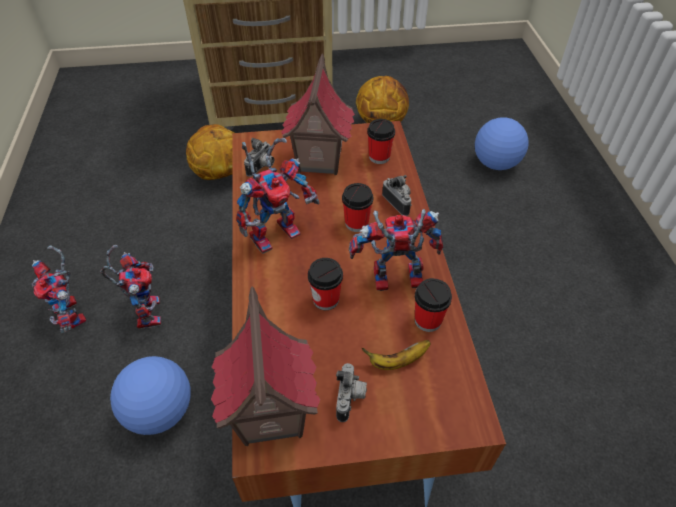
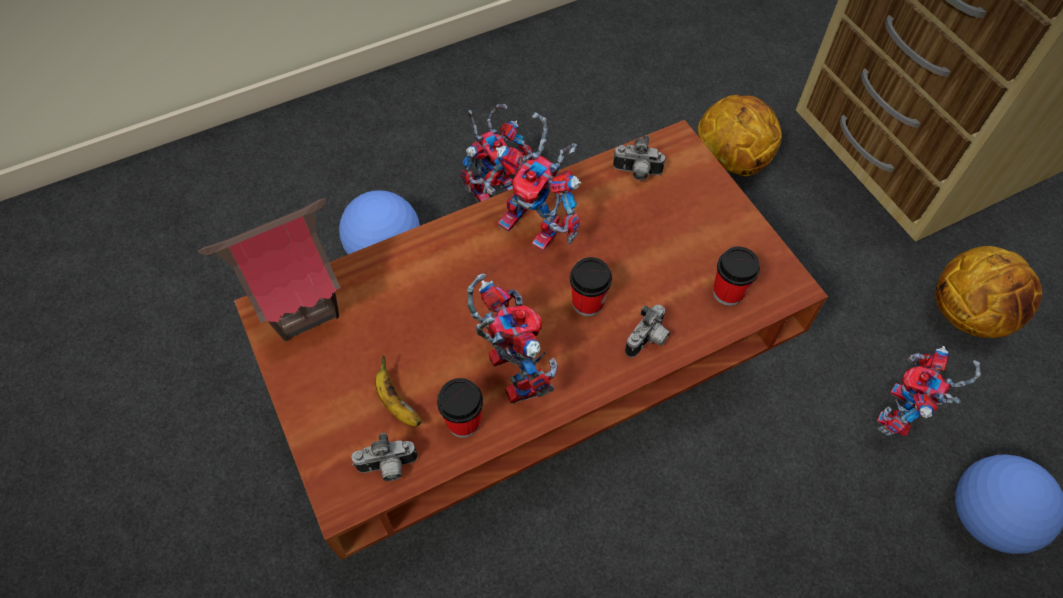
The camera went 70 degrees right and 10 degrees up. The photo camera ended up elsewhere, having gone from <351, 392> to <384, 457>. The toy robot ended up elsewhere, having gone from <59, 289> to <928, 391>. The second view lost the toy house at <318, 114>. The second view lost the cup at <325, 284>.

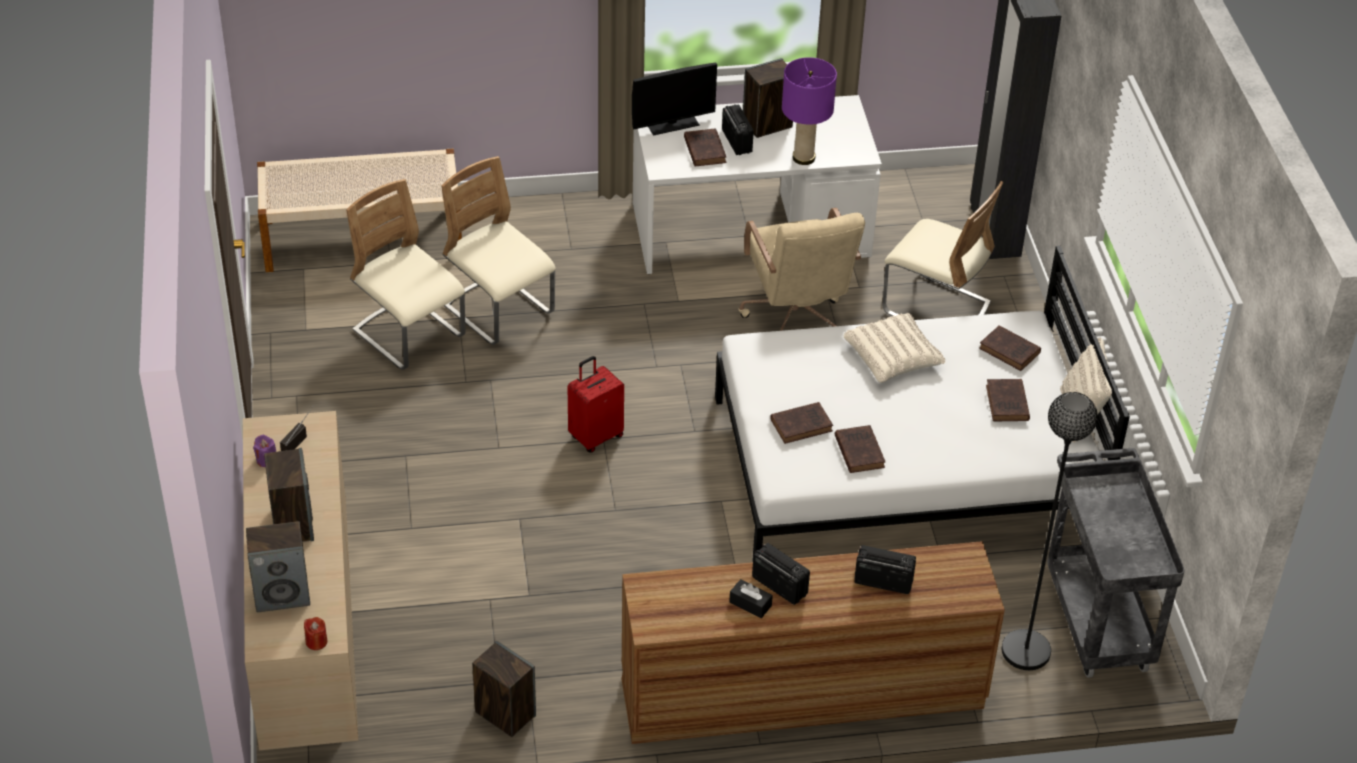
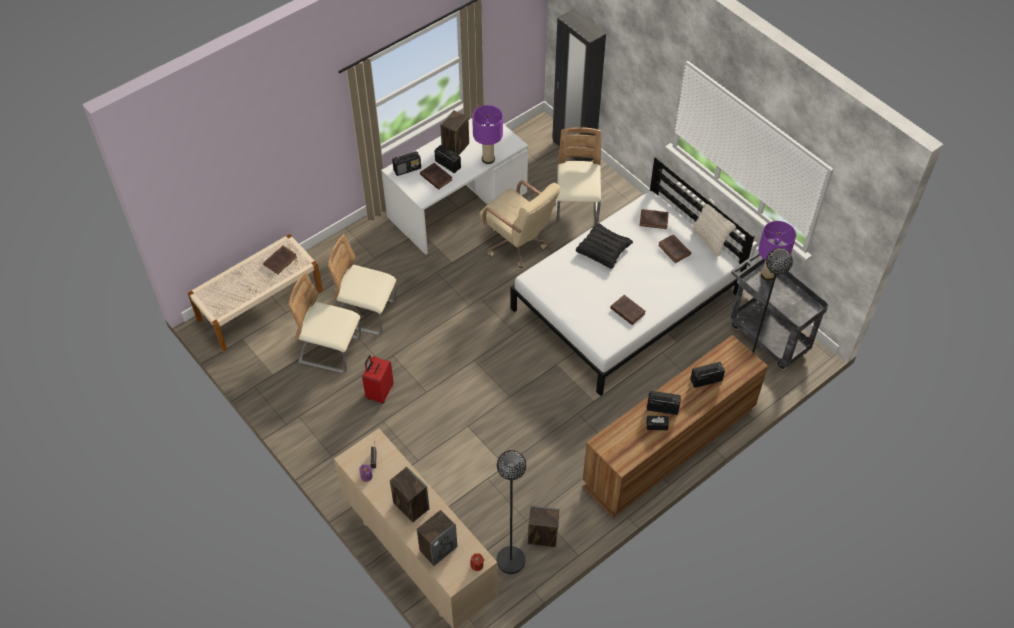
The camera went 30 degrees left and 10 degrees up. The book (brown) ended up elsewhere, having gone from <802, 423> to <280, 260>. The suitcase (red) ended up elsewhere, having gone from <595, 404> to <378, 379>. Where the monitor stood at <674, 99>, the radio came to stand at <406, 163>. The second view gained the floor lamp (black) at <511, 512>. The chair (beige) at <942, 248> ended up facing another way, 90 degrees counterclockwise from before. What was the pillow (beige) at <895, 348> turned into the pillow (black) at <604, 246>. The second view gained the table lamp (purple) at <777, 251>.

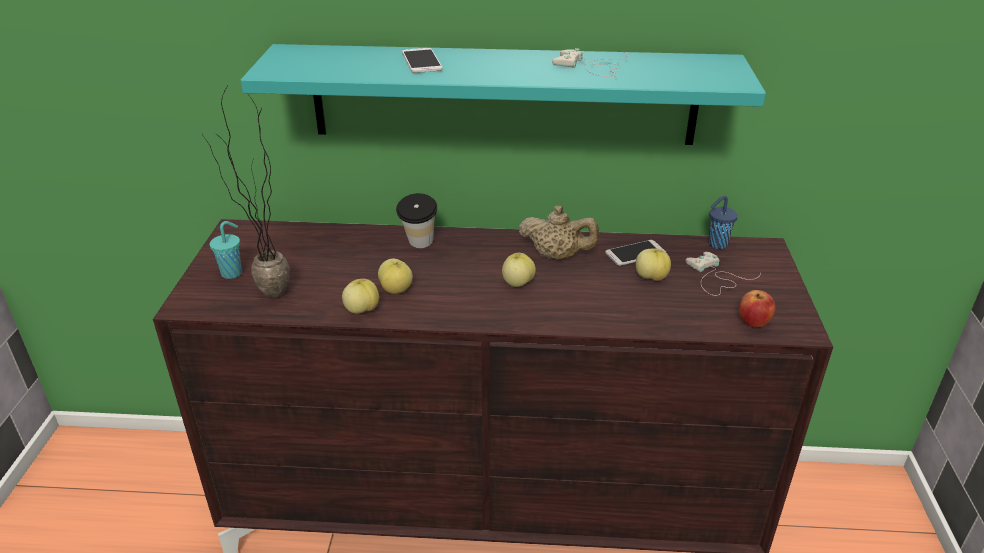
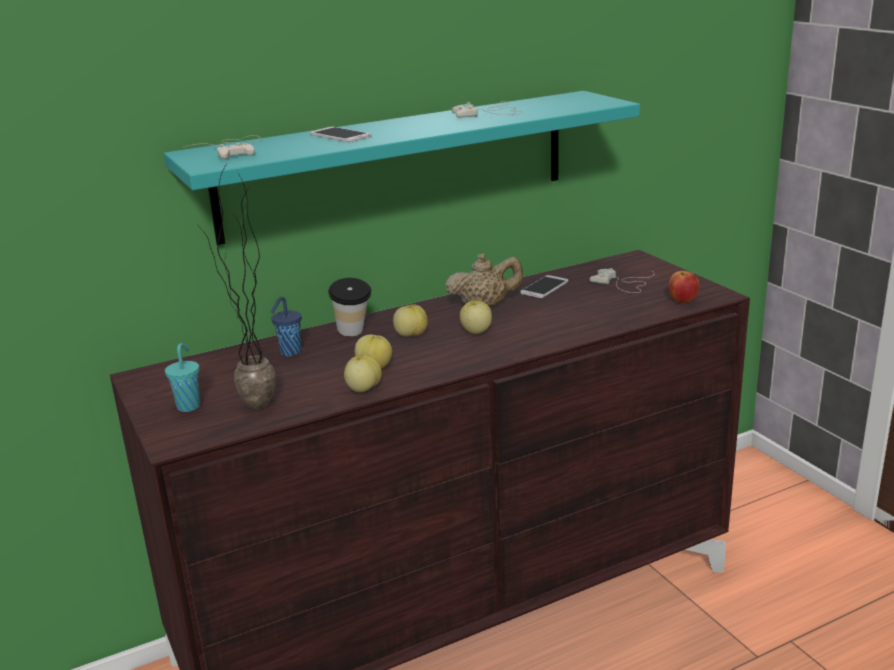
The camera went 30 degrees left and 10 degrees down. The second view gained the game controller (white) at <221, 147>. The cup (blue) ended up elsewhere, having gone from <723, 222> to <286, 326>. The apple ended up elsewhere, having gone from <653, 264> to <410, 320>.

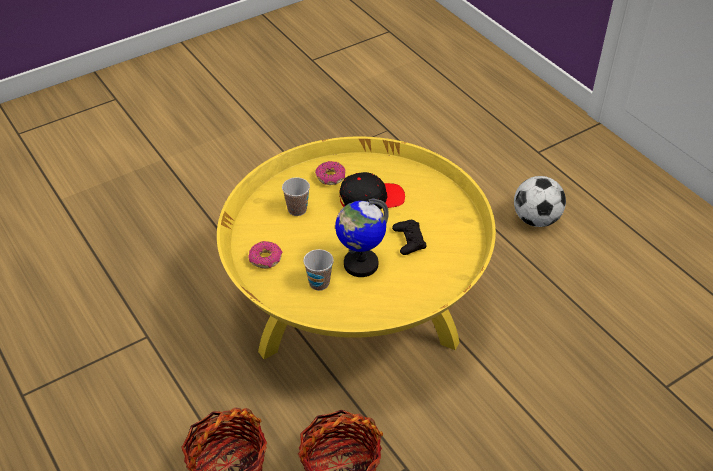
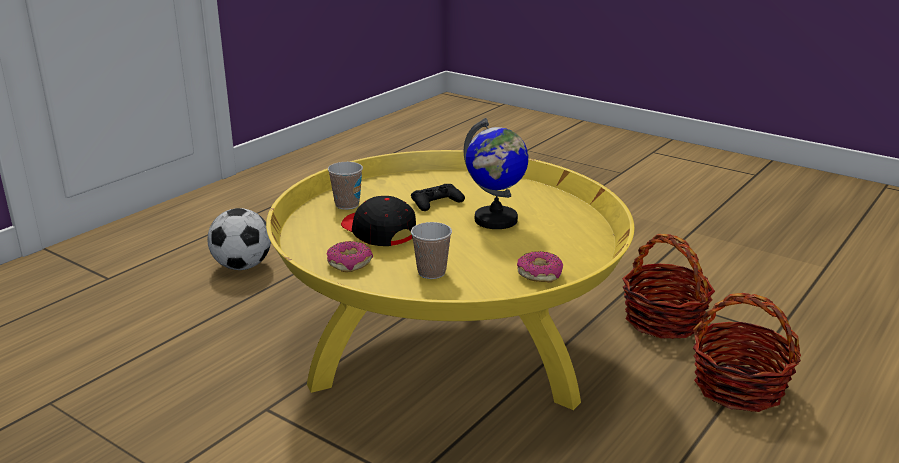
The camera went 110 degrees left and 20 degrees down. The cup ended up elsewhere, having gone from <318, 270> to <345, 186>.

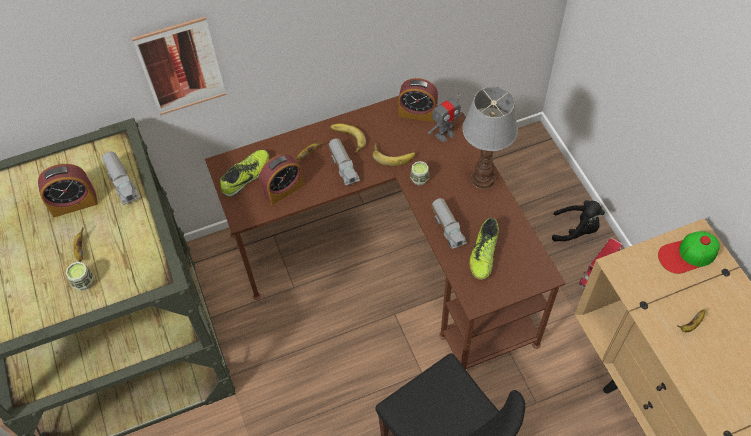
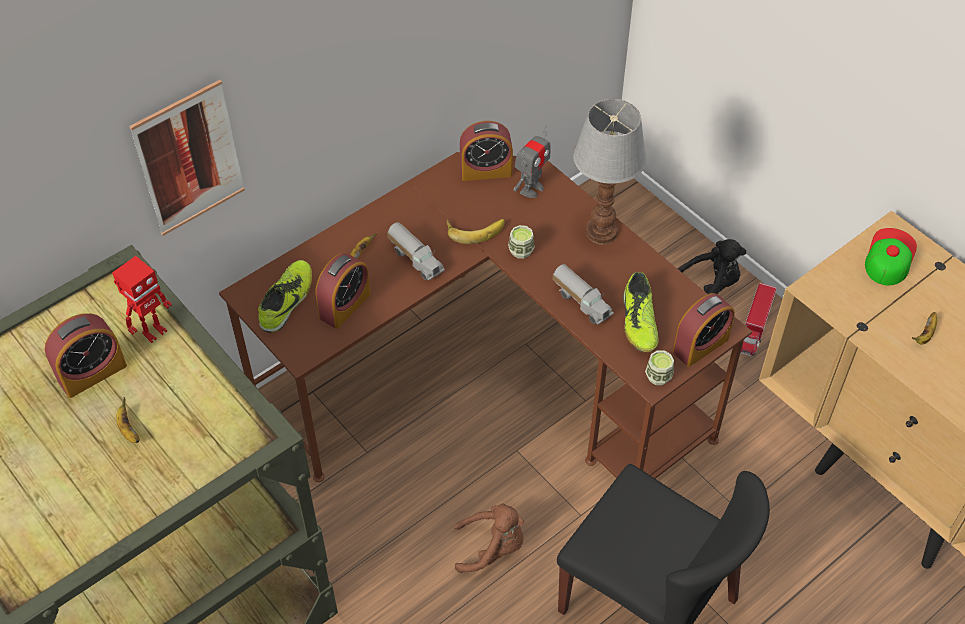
The camera went 20 degrees left and 5 degrees down. Where the toy truck stood at <121, 178>, the toy robot came to stand at <142, 299>. The second view gained the plush toy (brown) at <489, 538>. The cup ended up elsewhere, having gone from <80, 276> to <659, 368>. The second view gained the alarm clock at <704, 330>. The cap at <689, 252> ended up facing another way, 150 degrees clockwise from before. The second view lost the banana at <348, 139>.

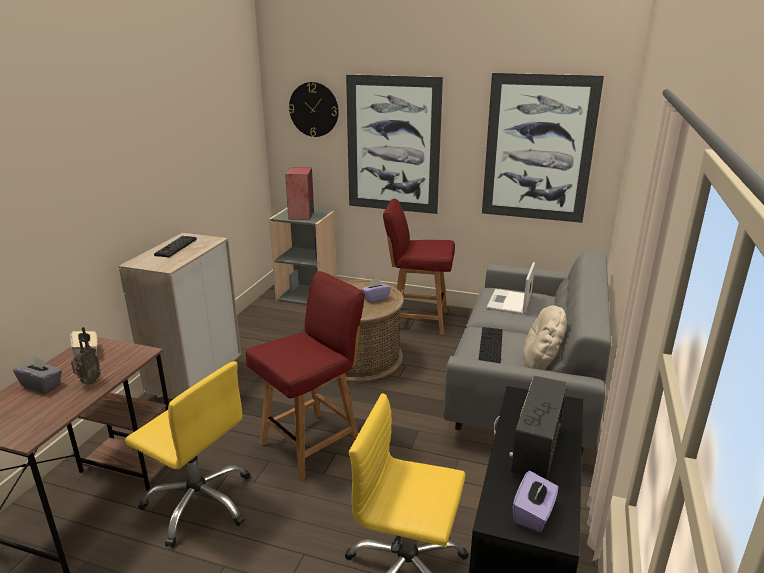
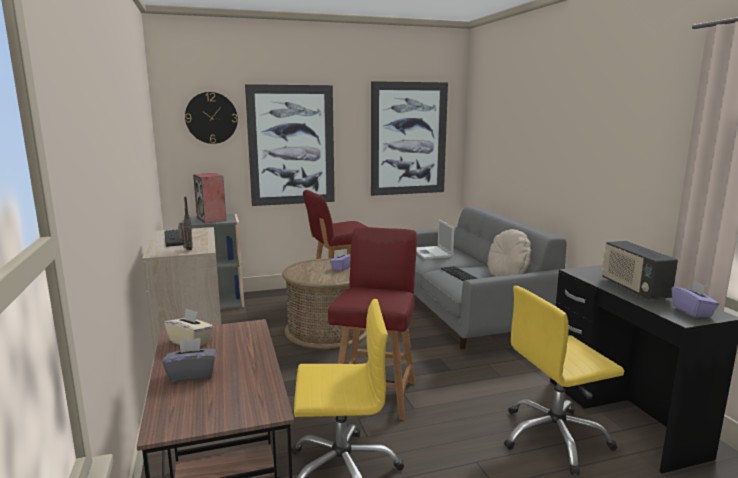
The camera went 35 degrees left and 10 degrees down. The radio ended up elsewhere, having gone from <86, 355> to <185, 223>.

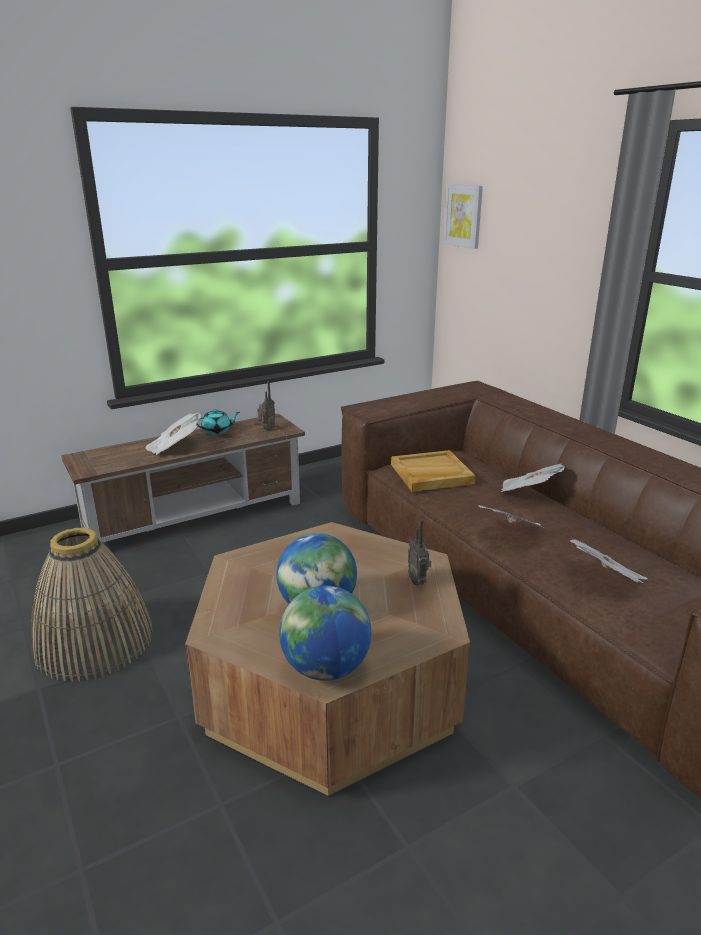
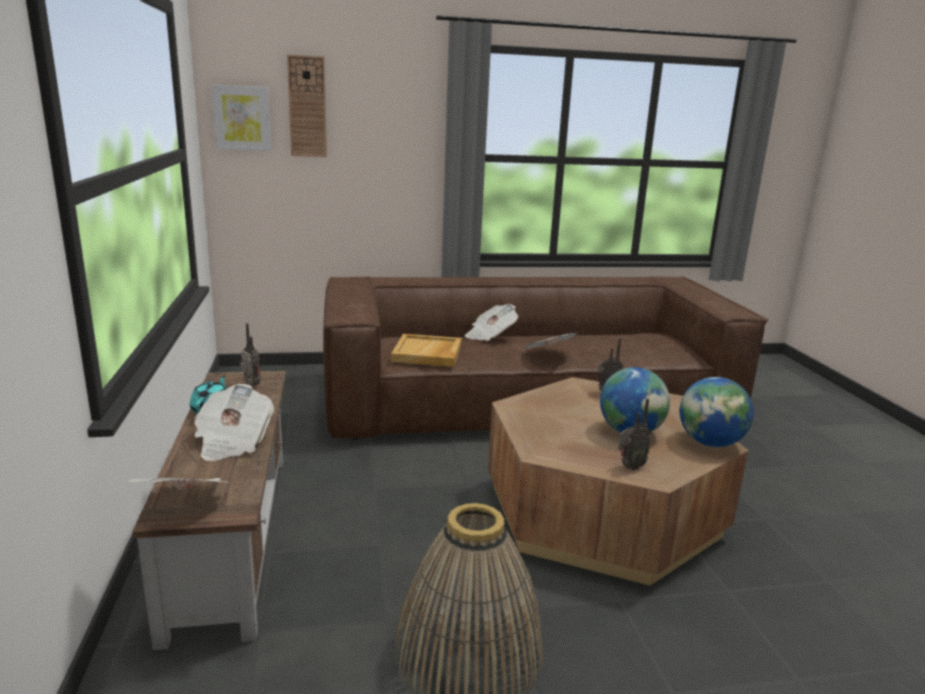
The camera went 70 degrees left and 5 degrees down. The newspaper ended up elsewhere, having gone from <609, 561> to <177, 484>. The second view gained the wall clock at <307, 105>. The second view gained the radio at <635, 434>.

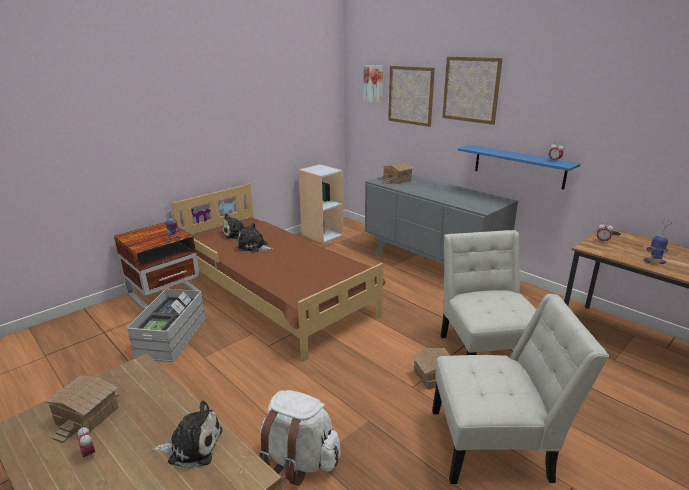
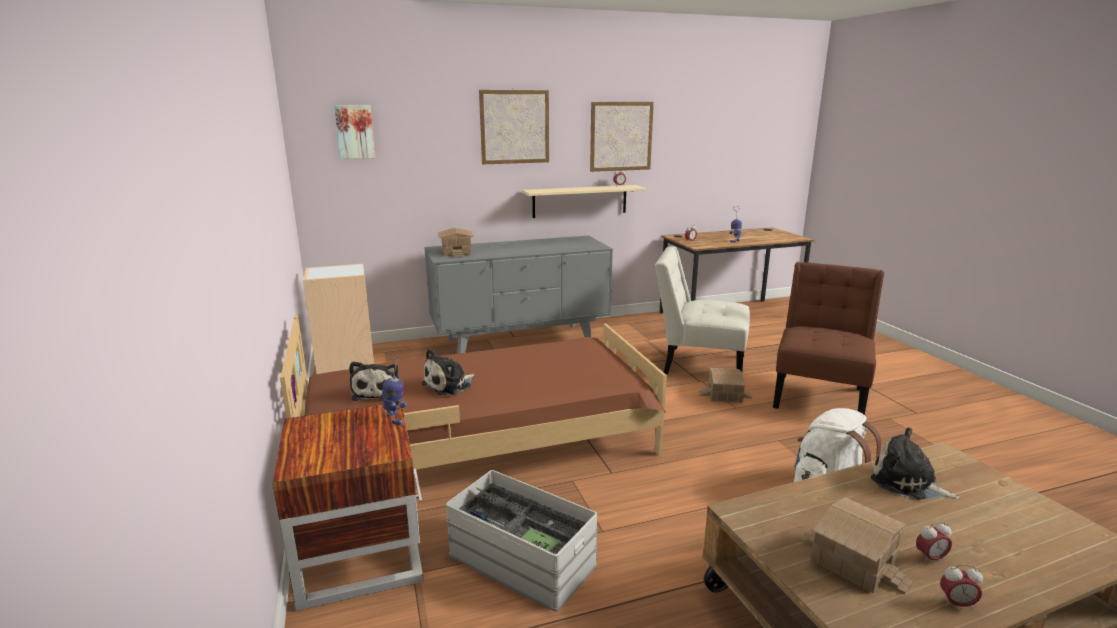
The camera went 65 degrees left and 5 degrees down. What was the shelf (blue) at <519, 167> turned into the shelf (beige) at <584, 201>. The picture ended up elsewhere, having gone from <411, 96> to <622, 137>. What was the chair (white) at <520, 389> turned into the chair (brown) at <828, 338>. The plush toy at <188, 434> ended up facing another way, 75 degrees counterclockwise from before. The second view gained the alarm clock at <961, 587>.

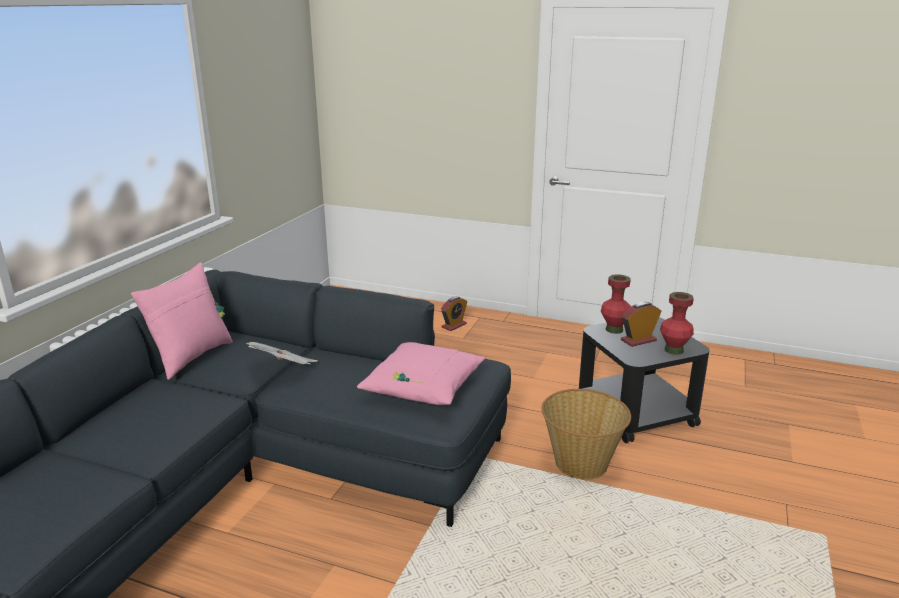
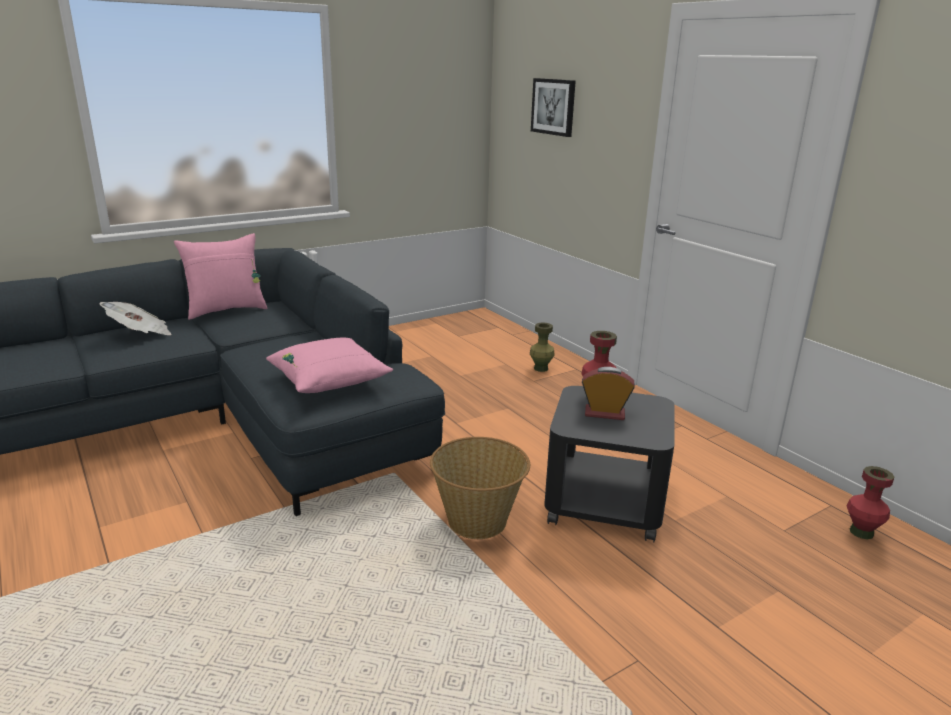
The camera went 35 degrees right and 0 degrees up. The newspaper ended up elsewhere, having gone from <282, 353> to <135, 318>. Where the alarm clock stood at <454, 313>, the vase (green) came to stand at <542, 347>. The second view gained the picture at <553, 107>. The vase (red) ended up elsewhere, having gone from <677, 323> to <870, 502>.

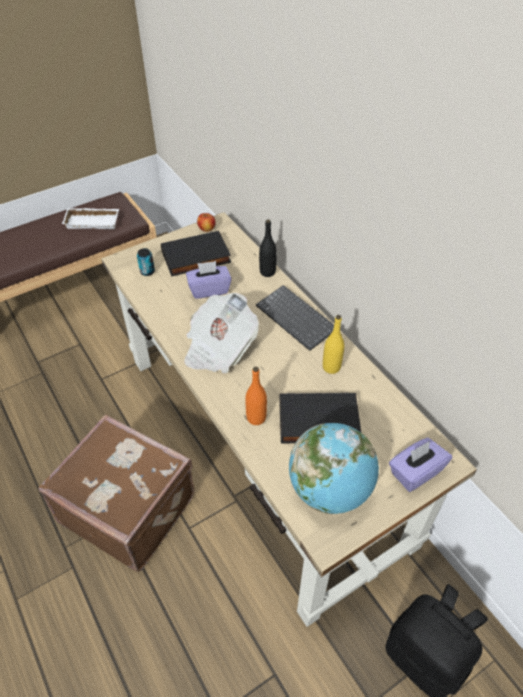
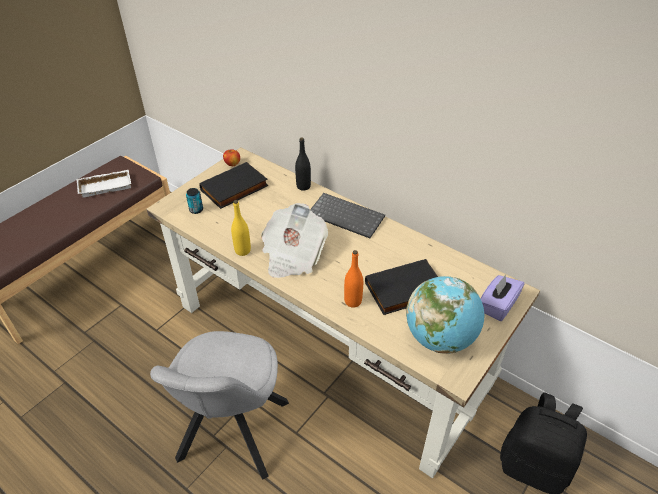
The camera went 20 degrees left and 5 degrees down. Where the suitcase (brown) stood at <116, 493>, the chair (grey) came to stand at <219, 405>. The bottle (yellow) ended up elsewhere, having gone from <333, 344> to <241, 228>. The second view lost the tissue box (purple) at <209, 280>.

